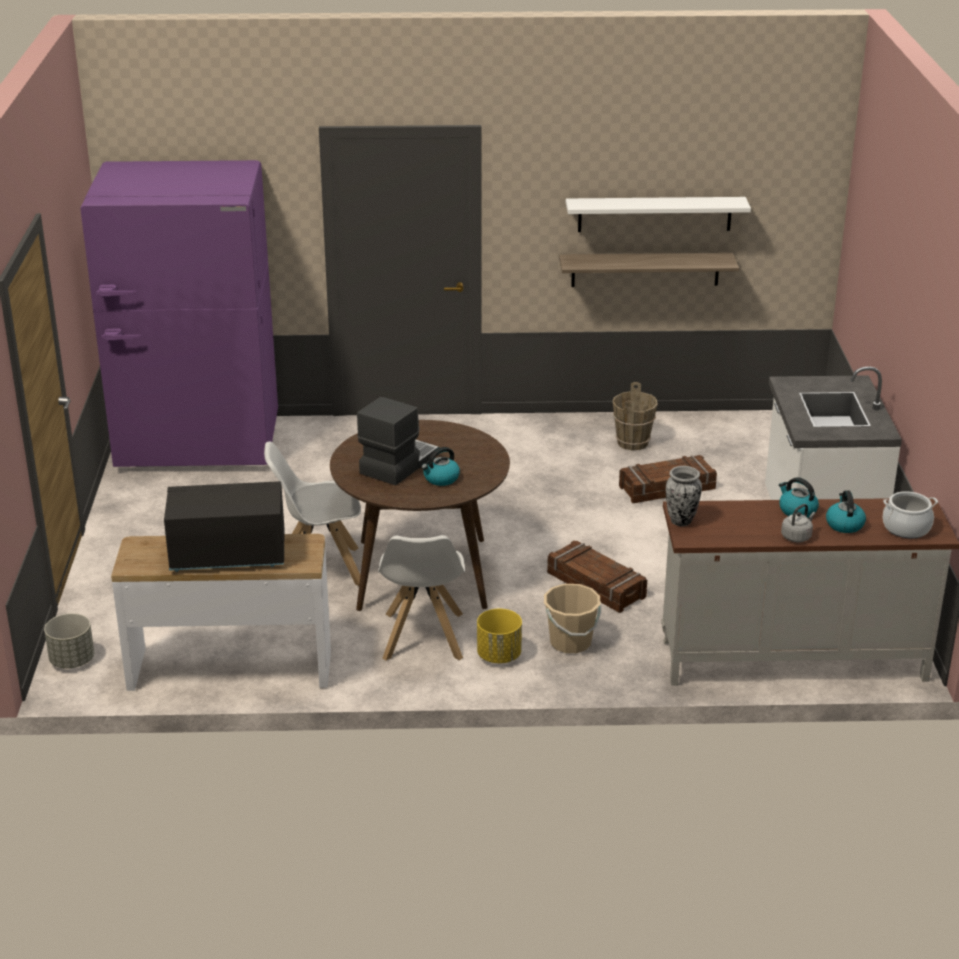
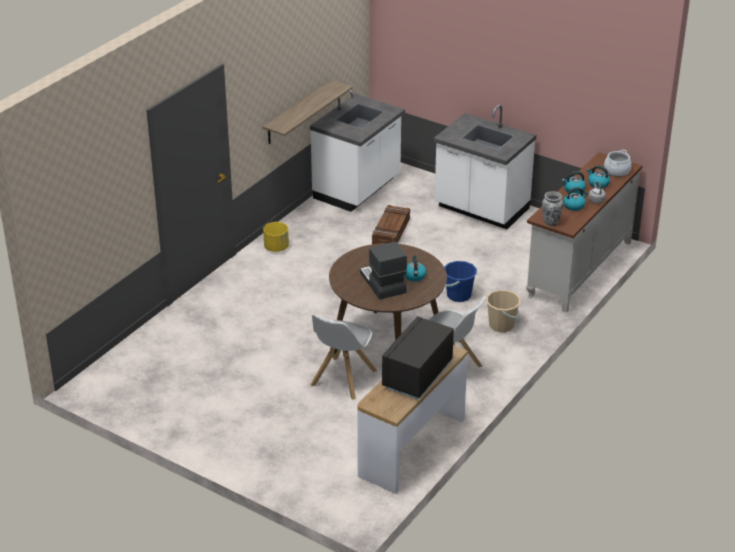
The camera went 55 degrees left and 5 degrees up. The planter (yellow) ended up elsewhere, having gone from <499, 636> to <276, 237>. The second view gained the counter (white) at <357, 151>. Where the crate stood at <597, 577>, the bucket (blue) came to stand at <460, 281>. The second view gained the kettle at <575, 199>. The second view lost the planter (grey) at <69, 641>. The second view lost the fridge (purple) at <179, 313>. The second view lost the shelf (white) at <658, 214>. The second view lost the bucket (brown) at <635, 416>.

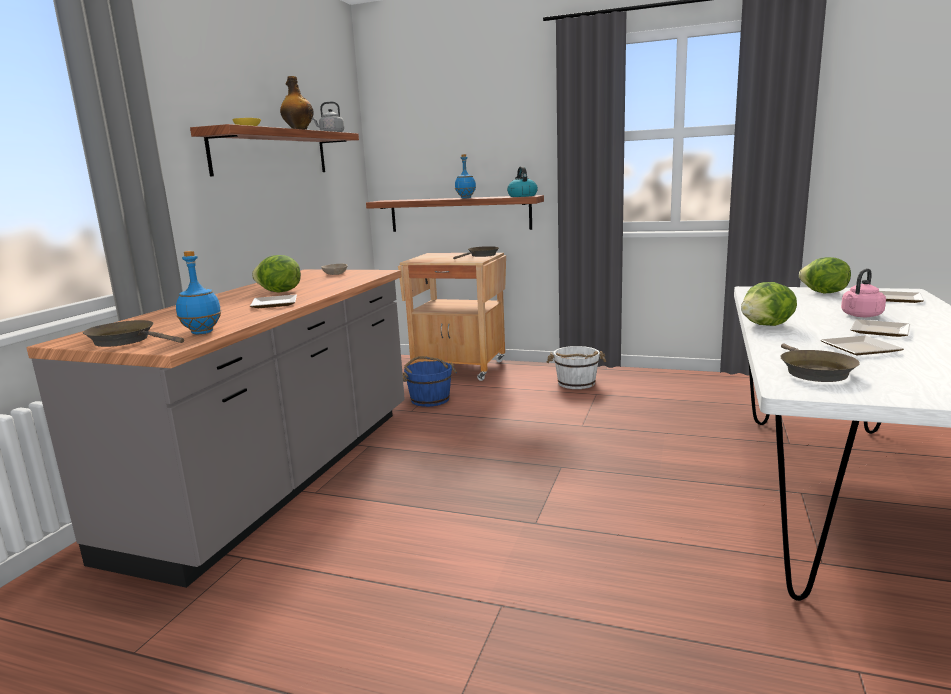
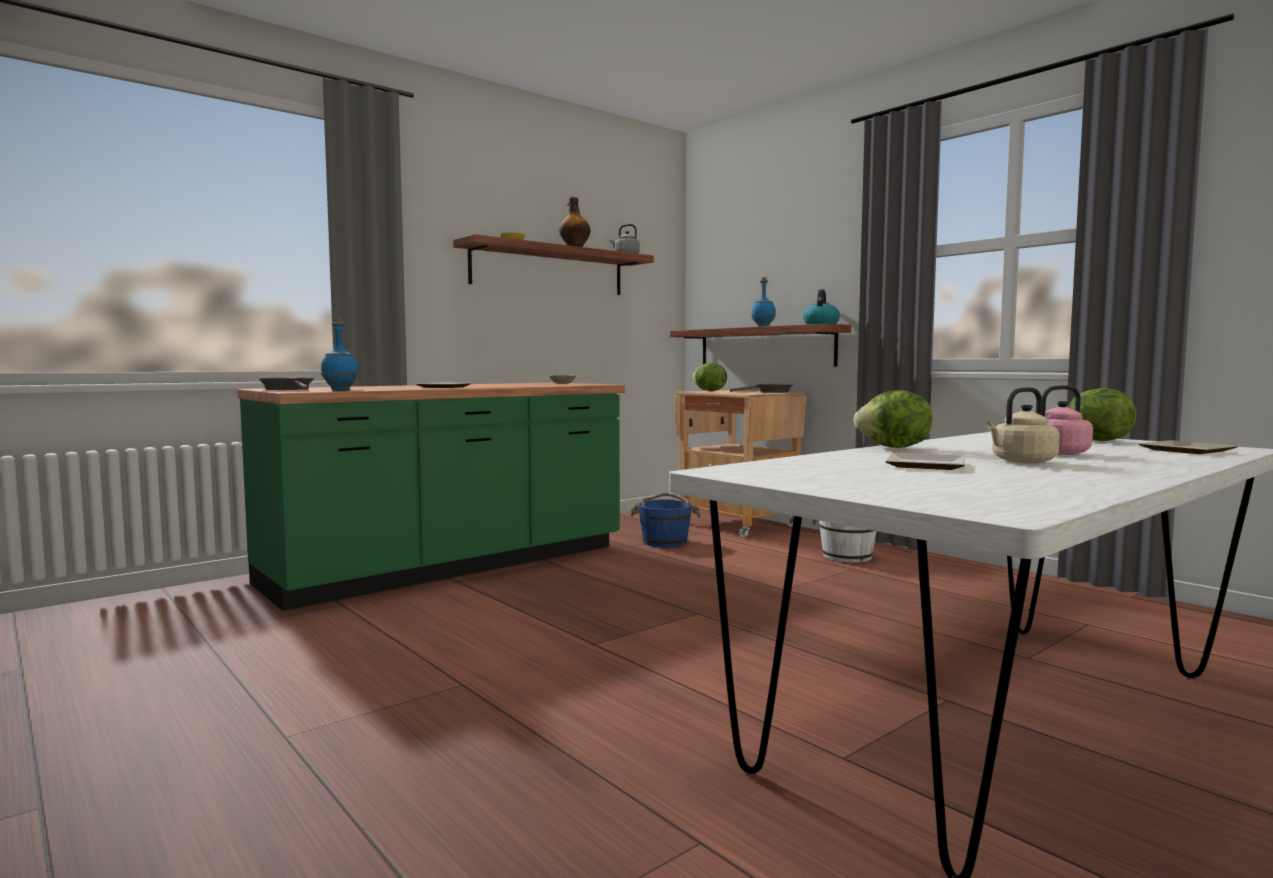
The camera went 30 degrees right and 10 degrees down. What was the counter (grey) at <215, 428> turned into the counter (green) at <431, 497>. The lettuce ended up elsewhere, having gone from <276, 274> to <709, 377>. Where the plate stood at <880, 328>, the kettle (beige) came to stand at <1023, 425>. The second view lost the frying pan (brown) at <820, 362>.

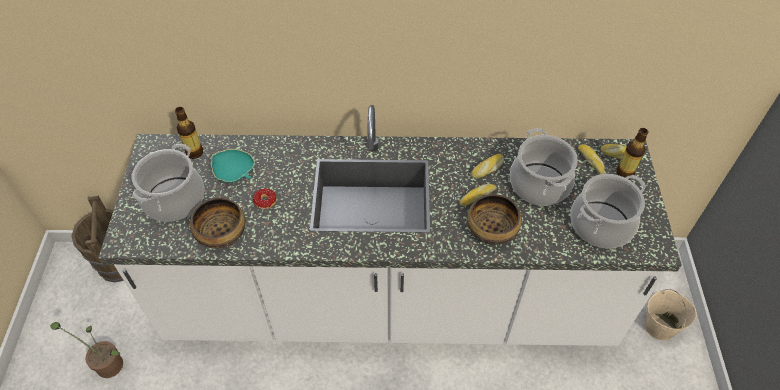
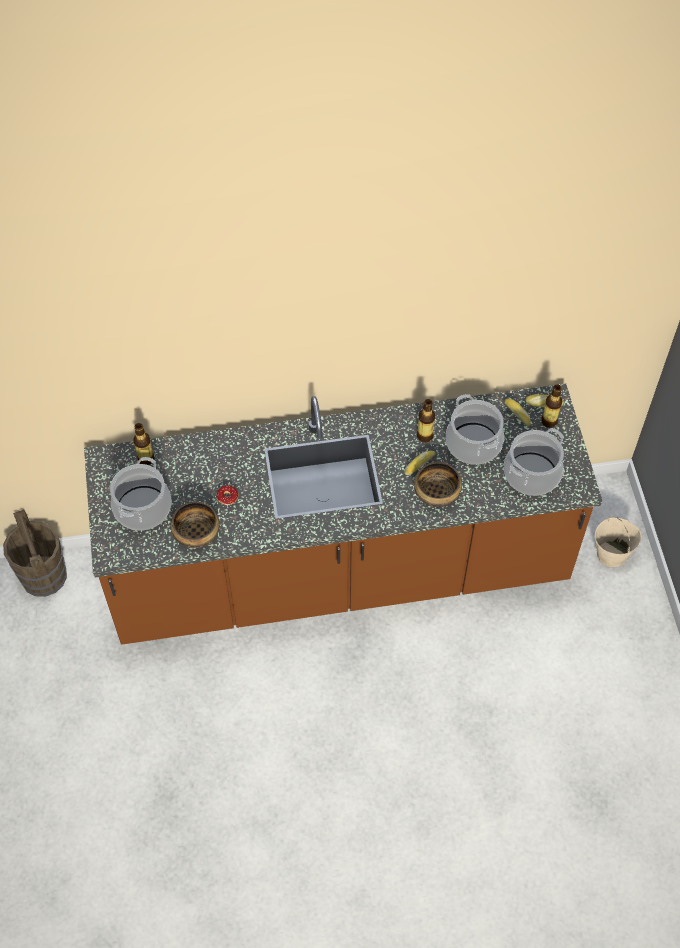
The camera went 10 degrees left and 5 degrees up. What was the counter (white) at <390, 225> turned into the counter (brown) at <343, 514>. Where the bread stood at <487, 166>, the bottle came to stand at <426, 420>. The second view lost the potted plant at <86, 350>. The second view lost the bowl (turquoise) at <233, 166>.

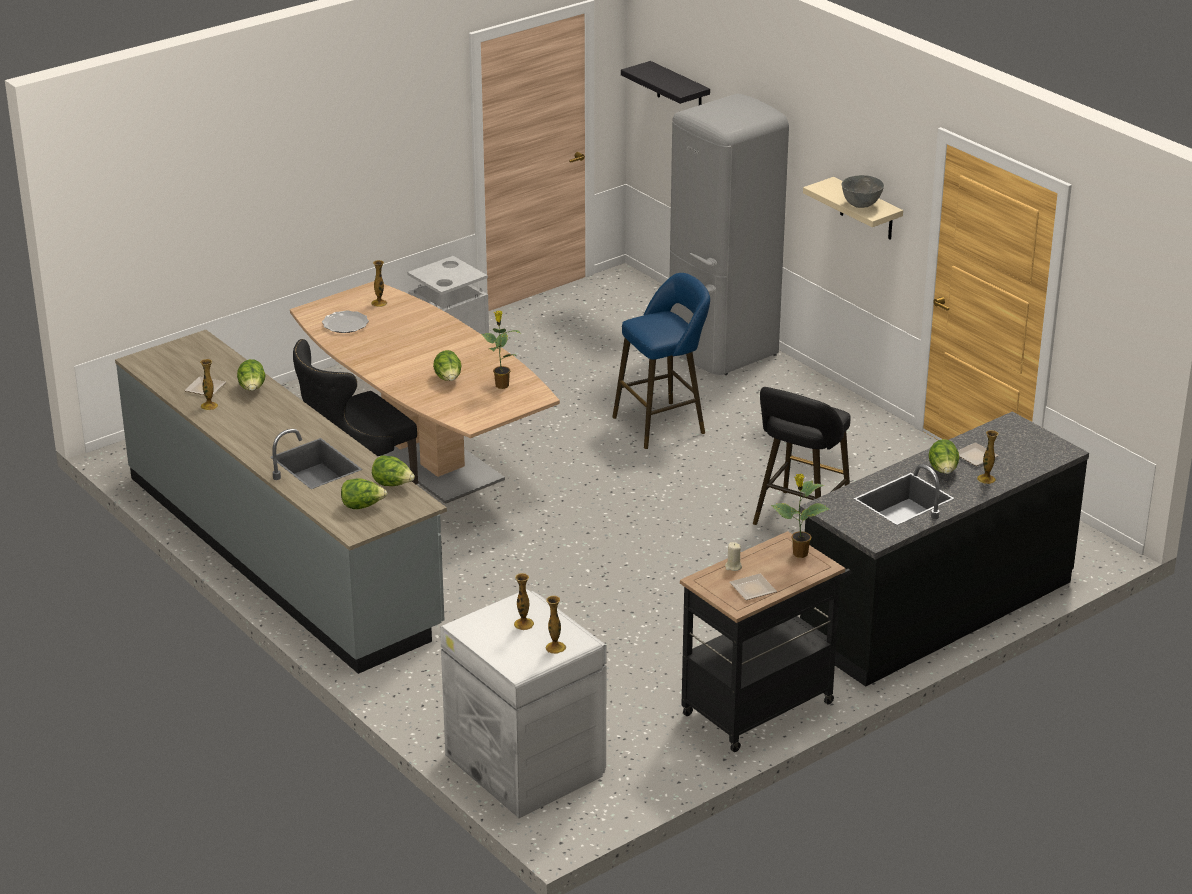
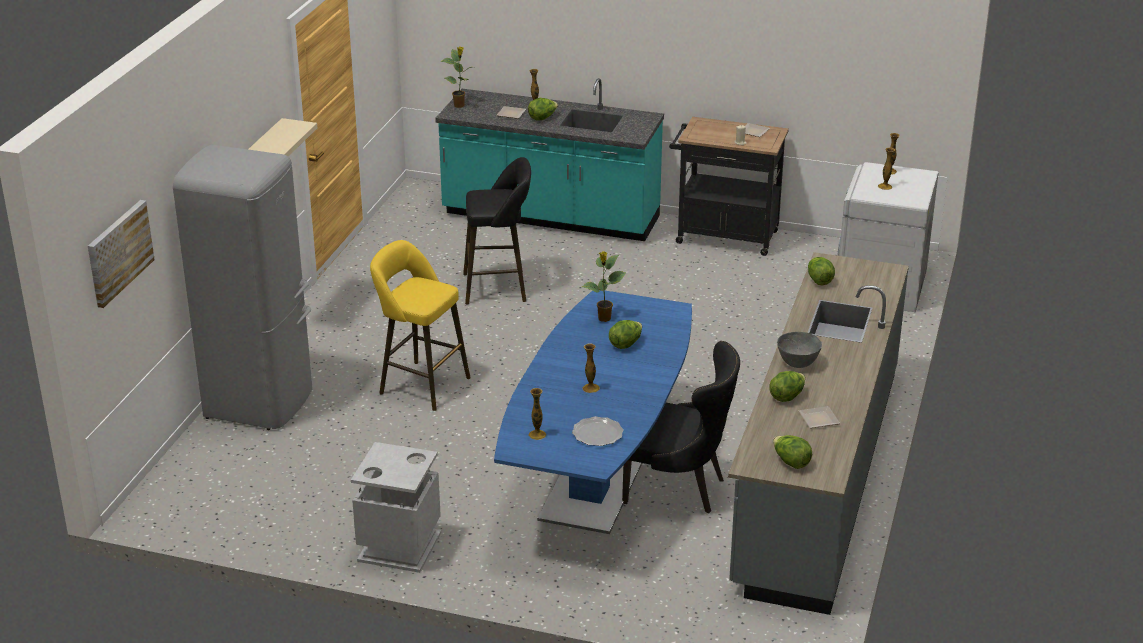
The camera went 125 degrees left and 0 degrees up. Where the shelf (black) hung at <665, 83>, the picture came to hang at <121, 254>. What was the stool (blue) at <661, 361> turned into the stool (yellow) at <420, 325>. What was the counter (black) at <944, 549> turned into the counter (turquoise) at <549, 159>. The potted plant ended up elsewhere, having gone from <800, 516> to <455, 77>. What was the dining table (brown) at <425, 392> turned into the dining table (blue) at <593, 412>. The vase ended up elsewhere, having gone from <209, 384> to <591, 368>. The lettuce ended up elsewhere, having gone from <364, 493> to <792, 452>. The bowl (grey) ended up elsewhere, having gone from <863, 191> to <799, 350>.

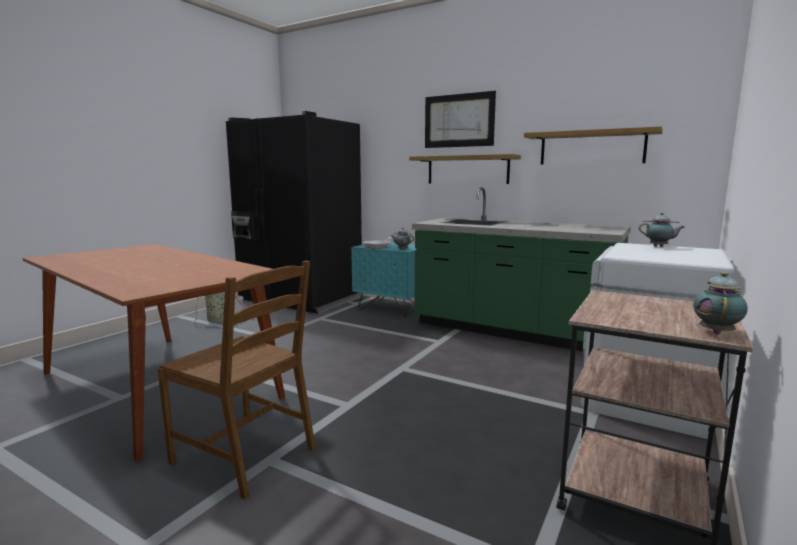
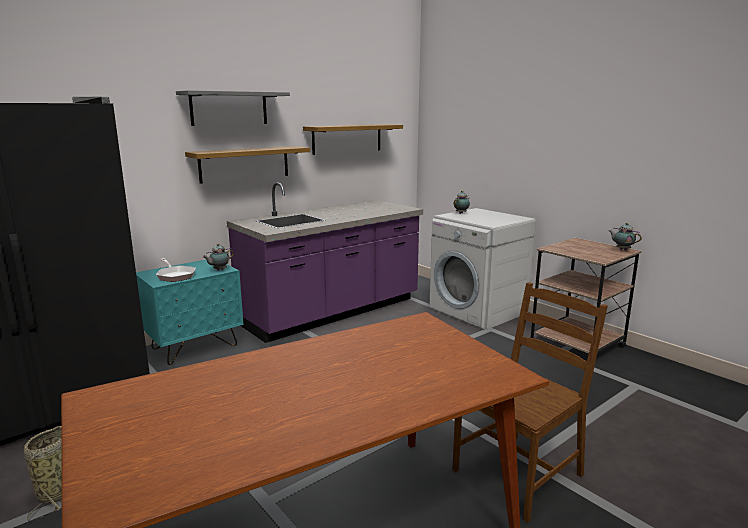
The camera went 70 degrees left and 5 degrees up. Where the picture hung at <460, 119>, the shelf (grey) came to hang at <233, 108>. What was the counter (green) at <521, 269> turned into the counter (purple) at <325, 262>.

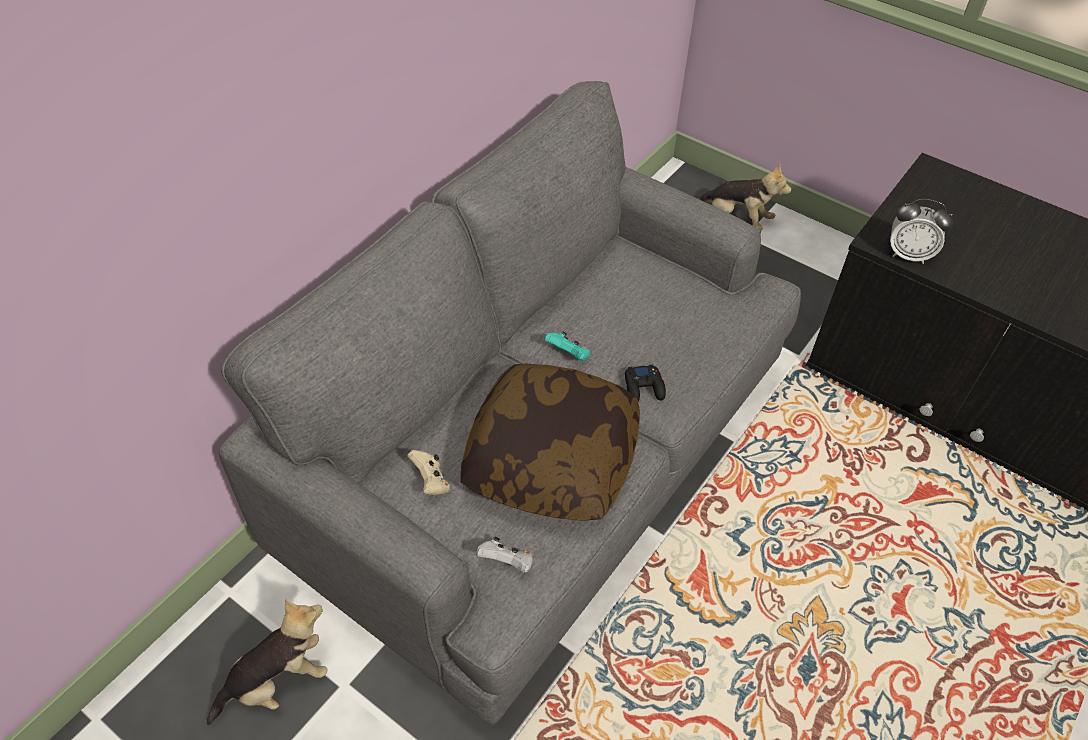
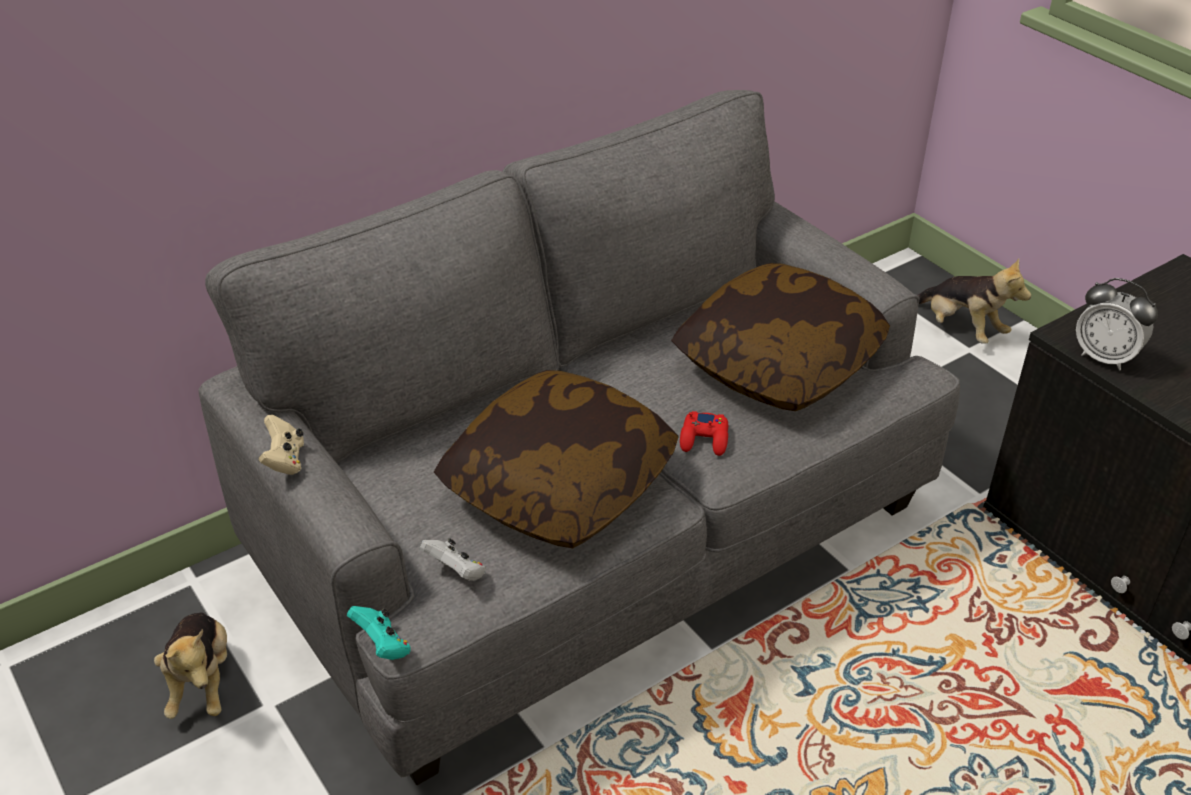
The camera went 20 degrees right and 10 degrees down. The plush toy at <267, 662> ended up facing another way, 90 degrees clockwise from before. The game controller (beige) ended up elsewhere, having gone from <429, 472> to <281, 445>. The game controller (turquoise) ended up elsewhere, having gone from <567, 345> to <379, 633>. The second view gained the pillow at <780, 337>. What was the game controller (black) at <645, 383> turned into the game controller (red) at <704, 433>.

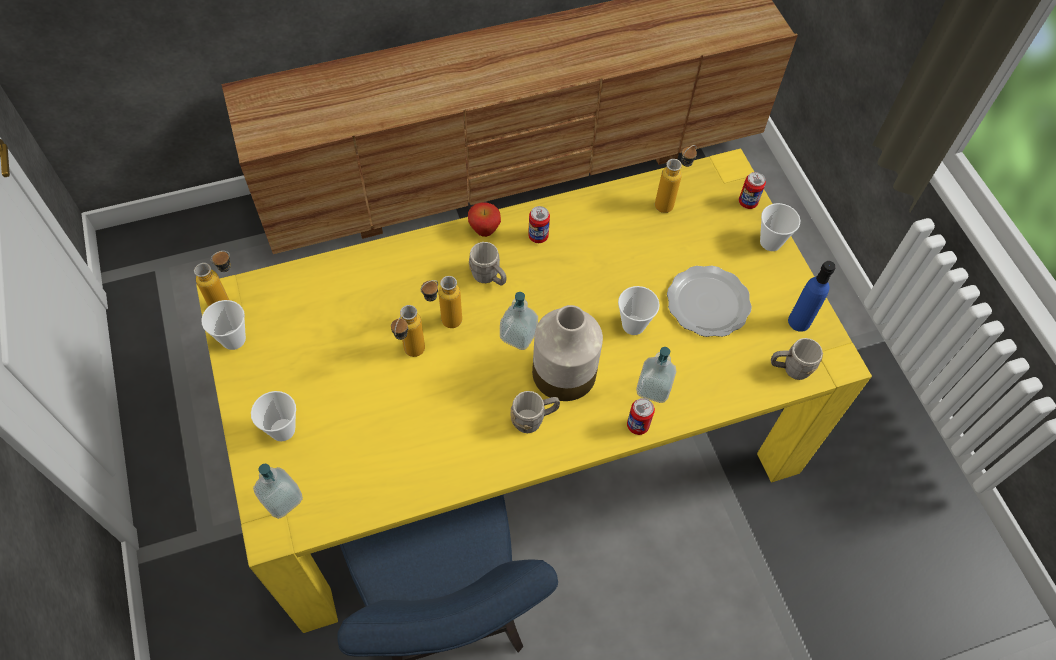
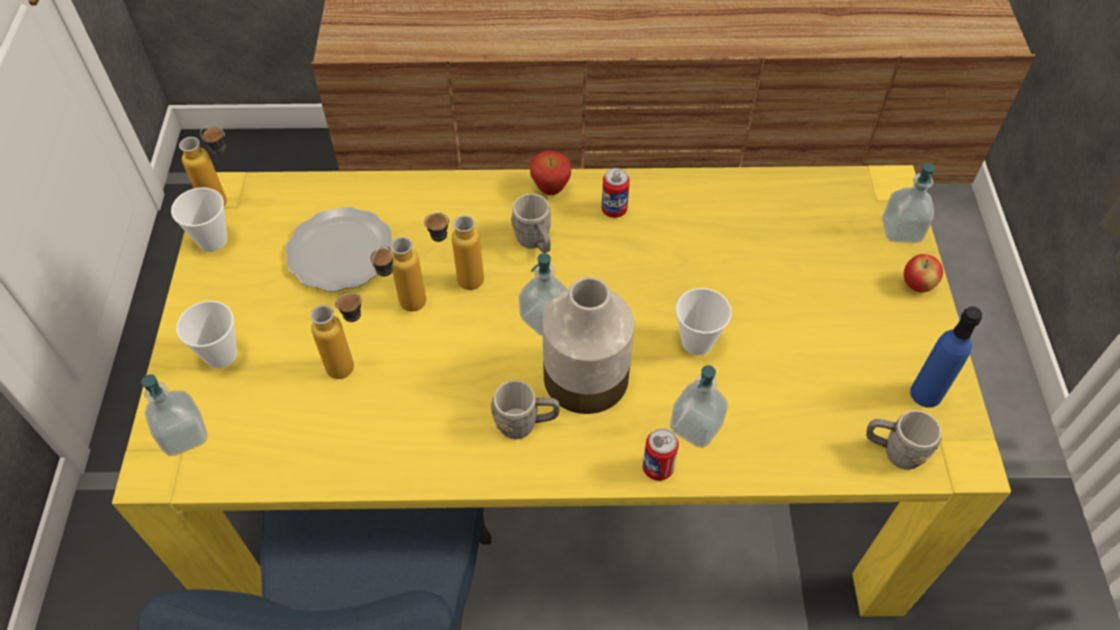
The camera went 20 degrees right and 5 degrees down. The plate ended up elsewhere, having gone from <709, 301> to <339, 249>. The bottle ended up elsewhere, having gone from <676, 179> to <336, 336>. Where the can stood at <752, 190>, the soap dispenser came to stand at <908, 203>. Where the cup stood at <780, 227>, the apple came to stand at <923, 273>.

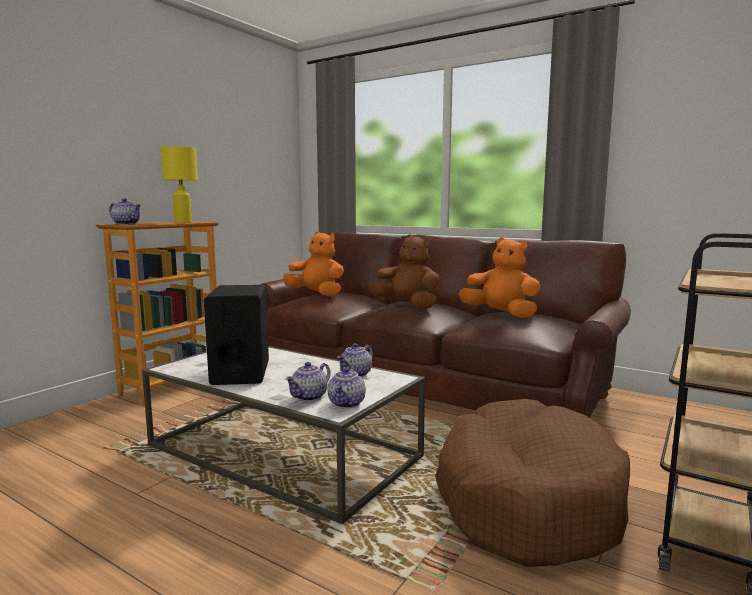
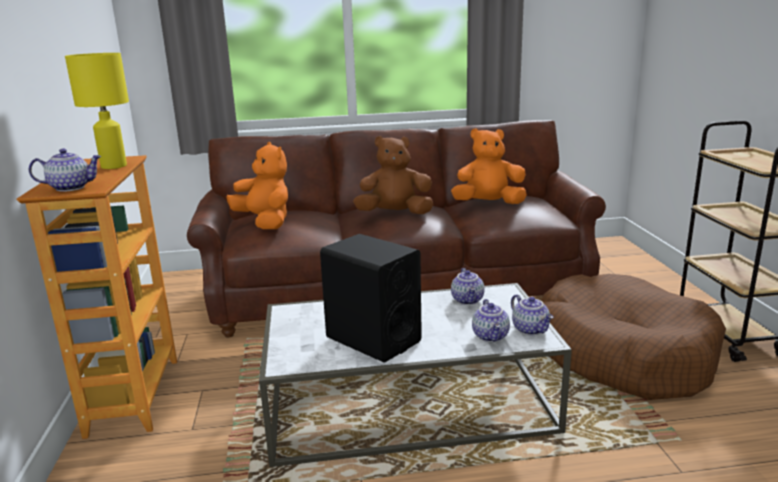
The camera went 40 degrees left and 10 degrees up. The plush toy (orange) at <313, 264> ended up facing another way, 60 degrees clockwise from before.

